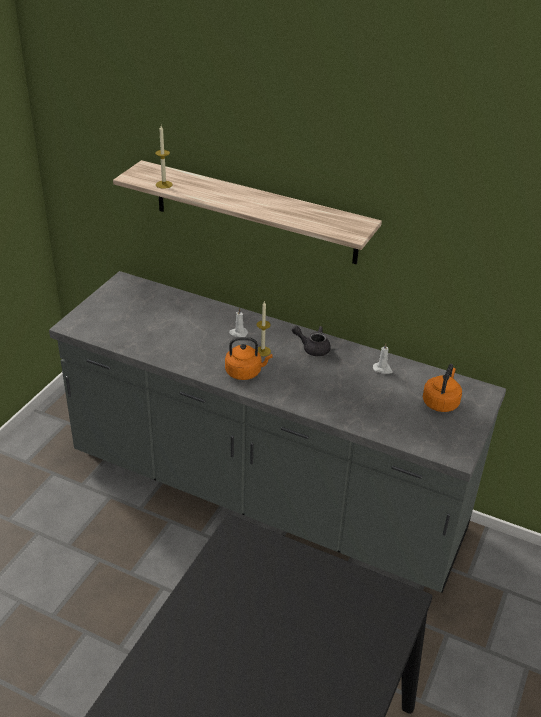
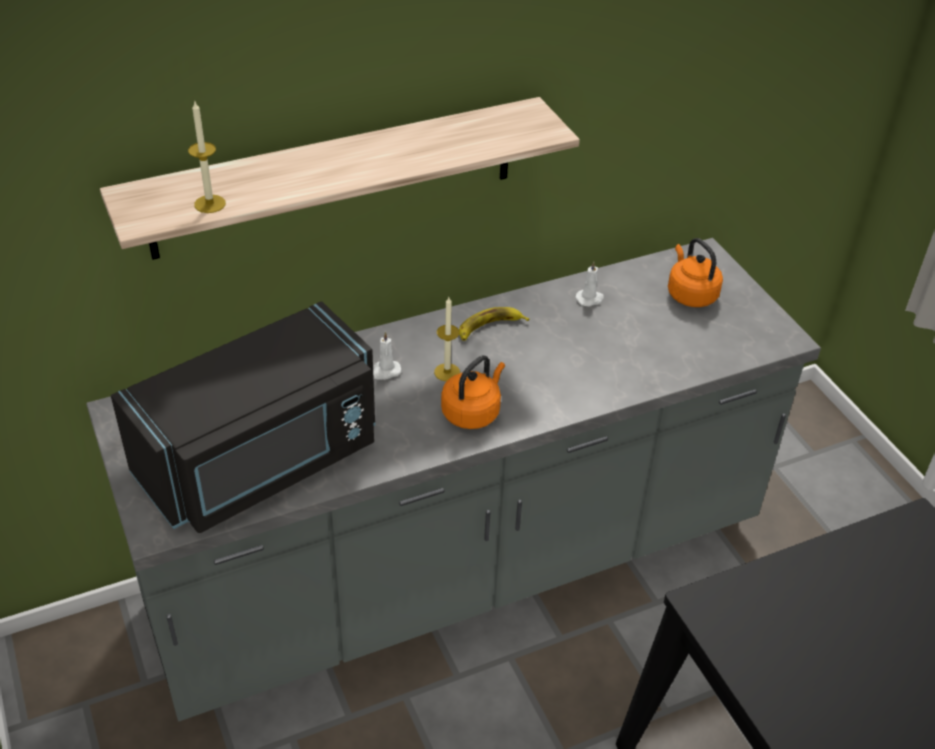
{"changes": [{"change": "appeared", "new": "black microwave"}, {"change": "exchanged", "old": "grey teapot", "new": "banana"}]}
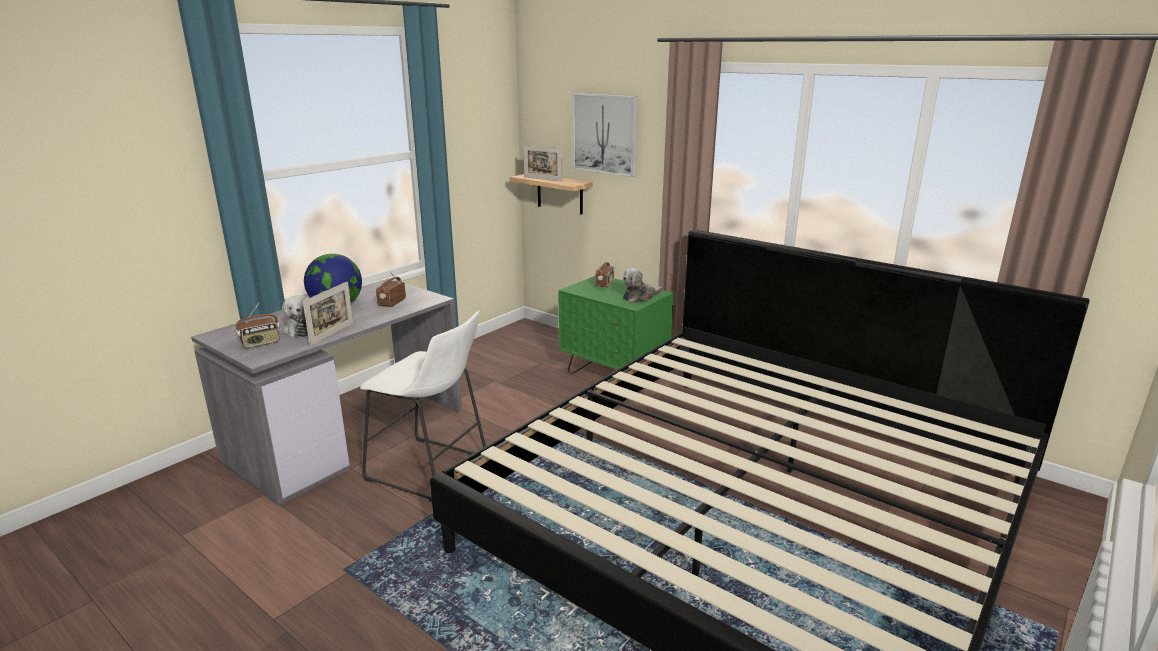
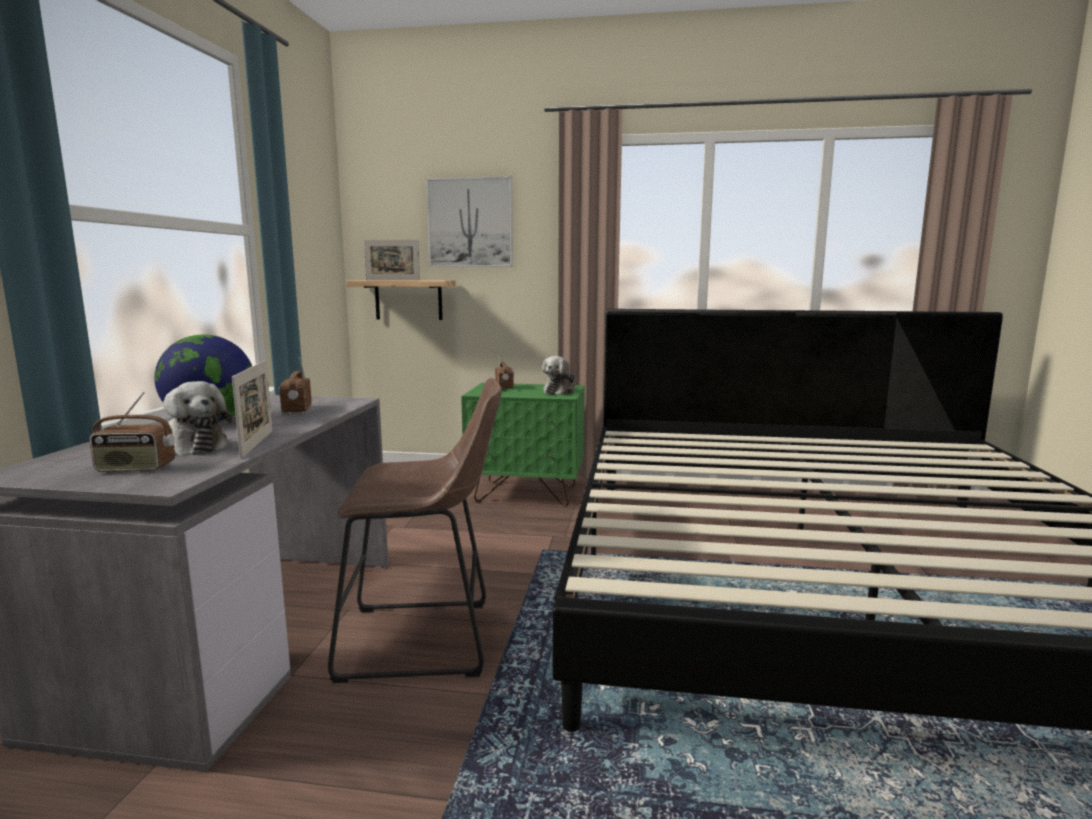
{"changes": [{"change": "spun", "old": "radio (no. 1 from left)", "degrees": 60}, {"change": "colour", "old": "white stool", "new": "brown stool"}]}
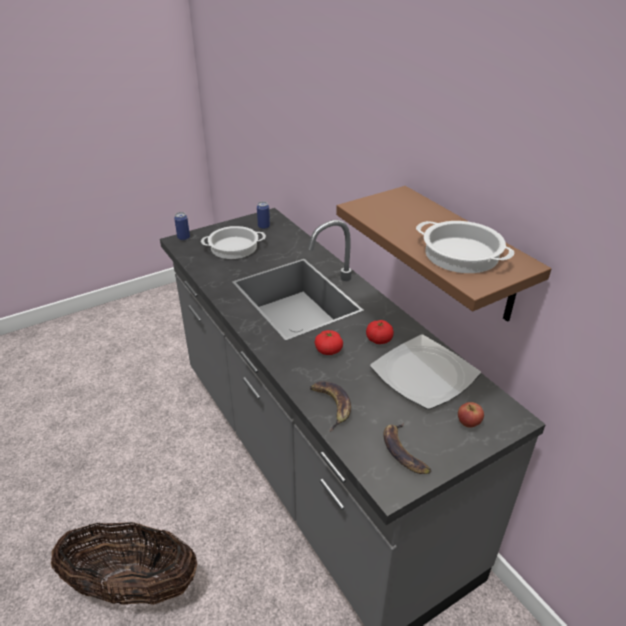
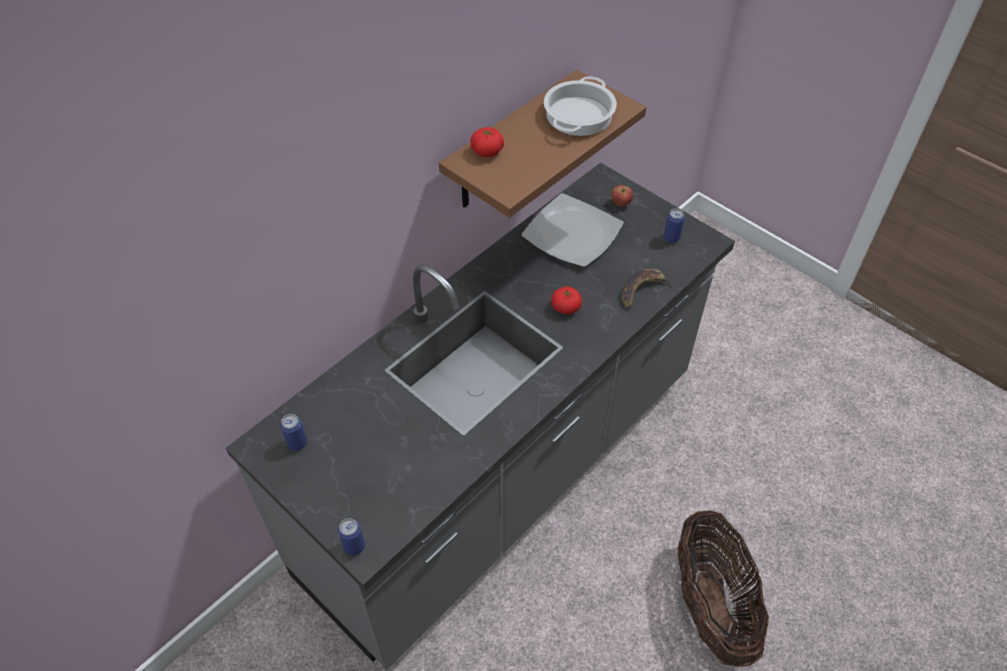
{"changes": [{"change": "relocated", "old": "tomato (no. 2 from left in the first image)", "new": "tomato (no. 1 from left)"}, {"change": "exchanged", "old": "banana (no. 2 from left)", "new": "can (no. 3 from left)"}, {"change": "missing", "old": "cooking pot (no. 1 from left)"}]}
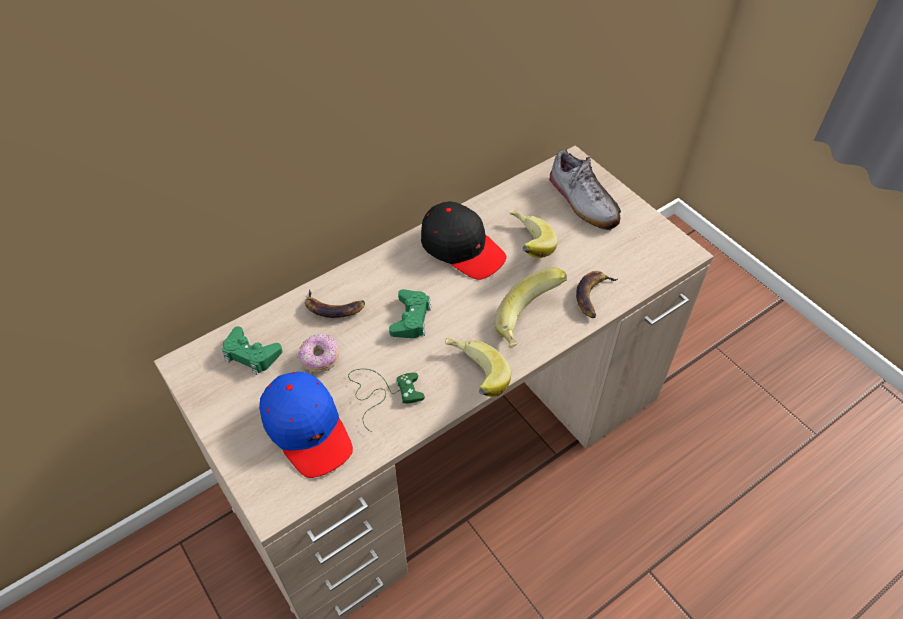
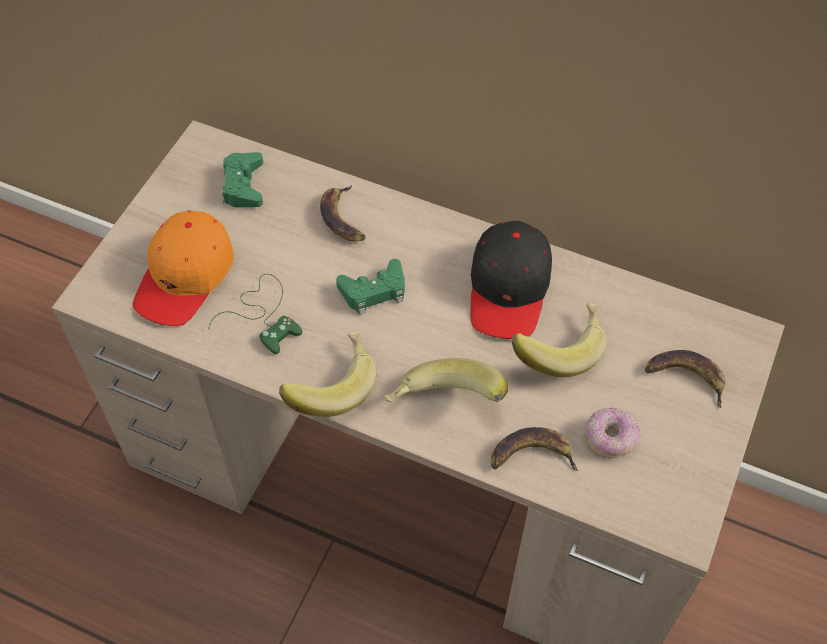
{"changes": [{"change": "colour", "old": "blue cap", "new": "orange cap"}, {"change": "relocated", "old": "donut"}, {"change": "exchanged", "old": "shoe", "new": "banana (no. 6 from left)"}]}
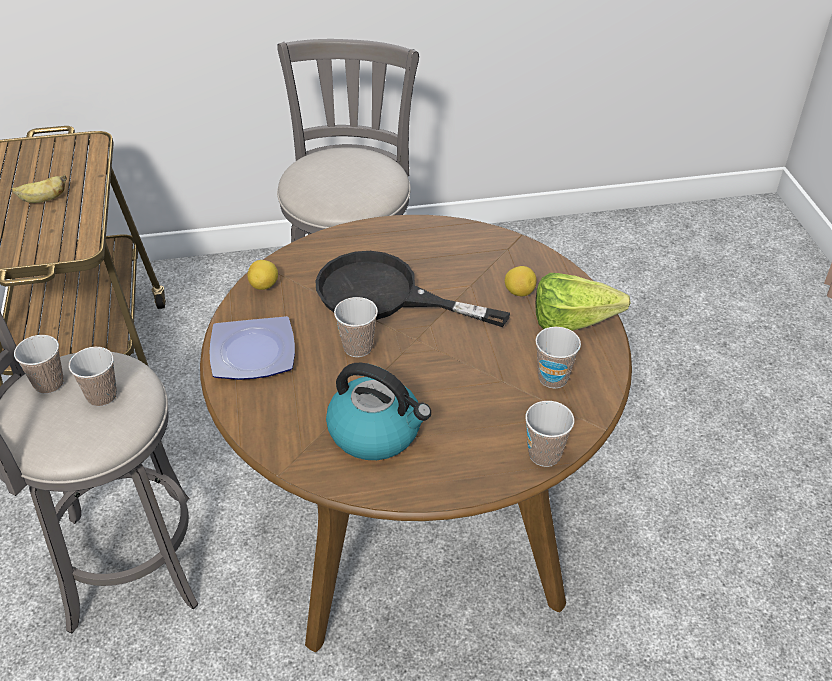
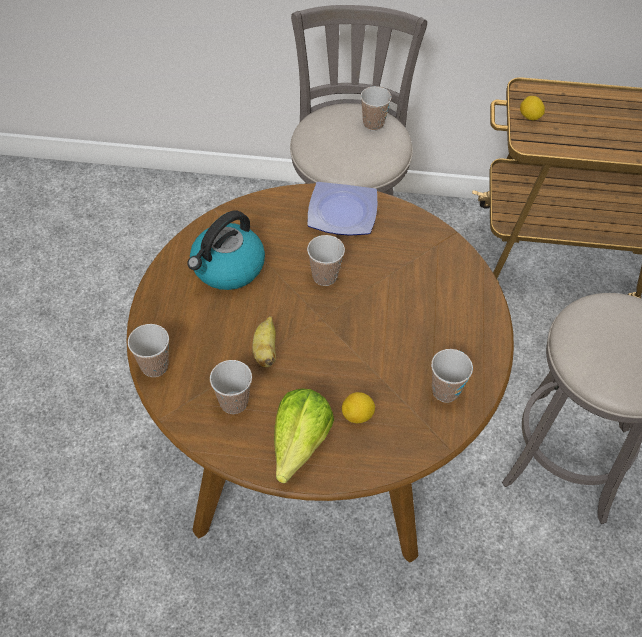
{"changes": [{"change": "relocated", "old": "banana"}, {"change": "relocated", "old": "cup (no. 2 from left in the first image)", "new": "cup (no. 5 from left)"}, {"change": "relocated", "old": "lemon (no. 1 from left in the first image)", "new": "lemon (no. 2 from left)"}, {"change": "missing", "old": "black frying pan"}]}
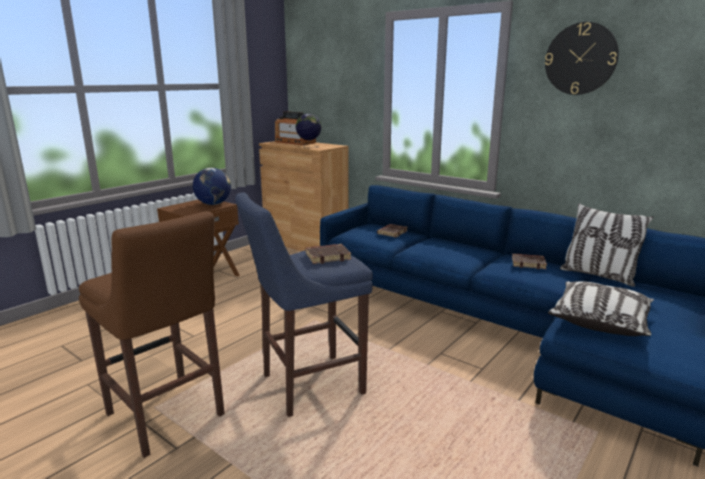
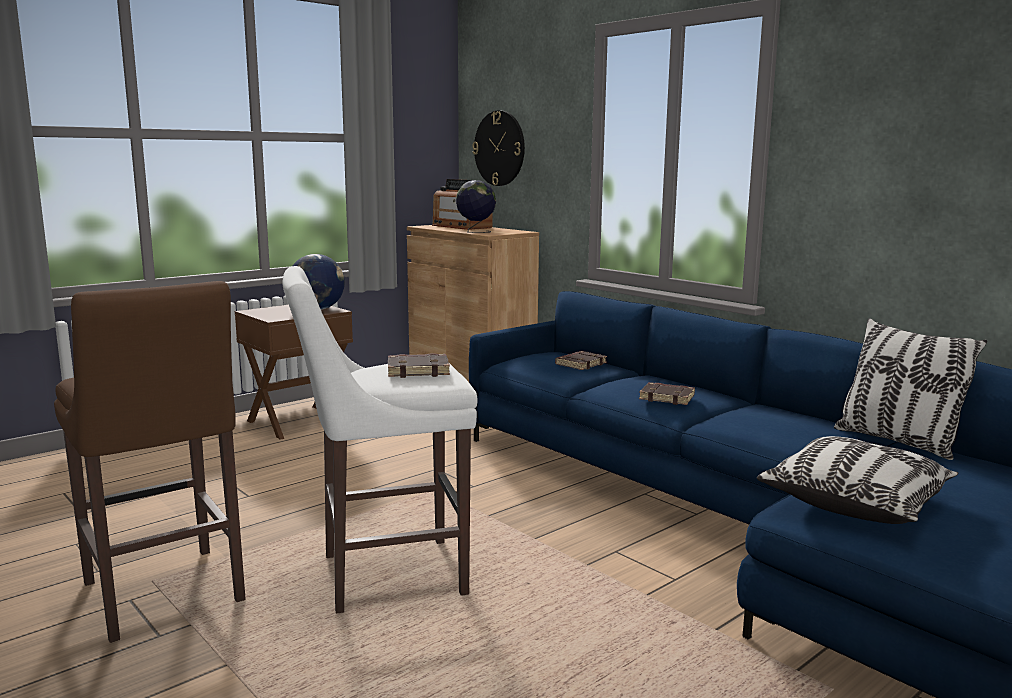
{"changes": [{"change": "colour", "old": "blue stool", "new": "white stool"}, {"change": "relocated", "old": "wall clock"}, {"change": "relocated", "old": "brown book (no. 3 from left)"}]}
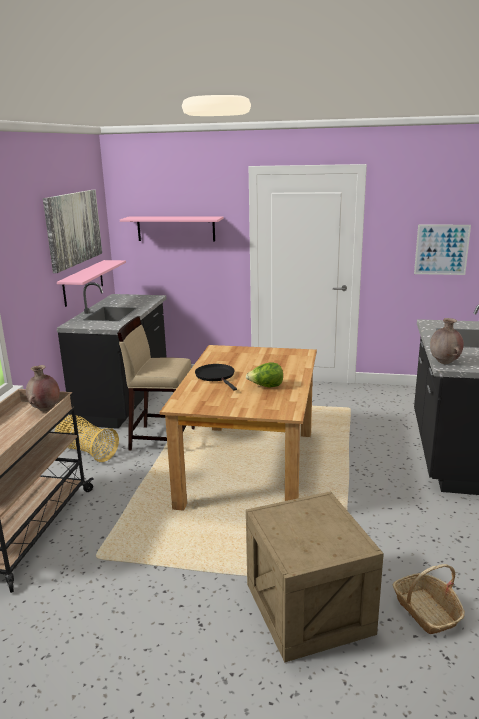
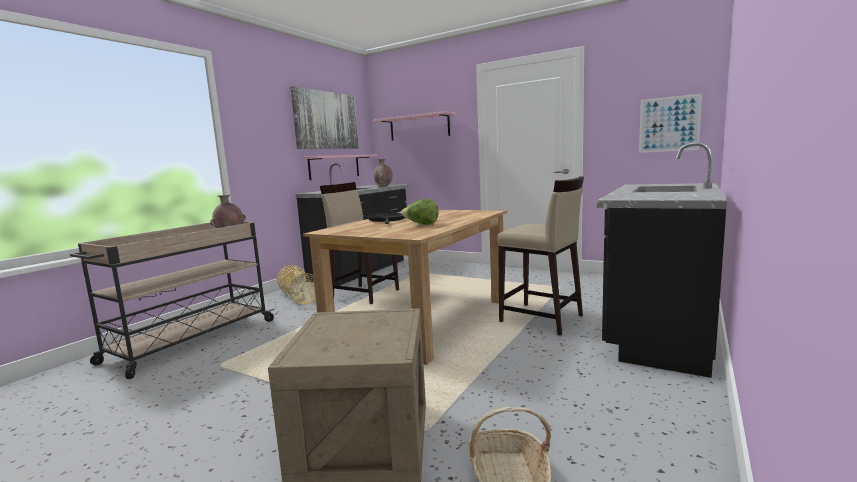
{"changes": [{"change": "relocated", "old": "brown vase (no. 2 from left)"}, {"change": "appeared", "new": "beige stool (no. 2 from left)"}]}
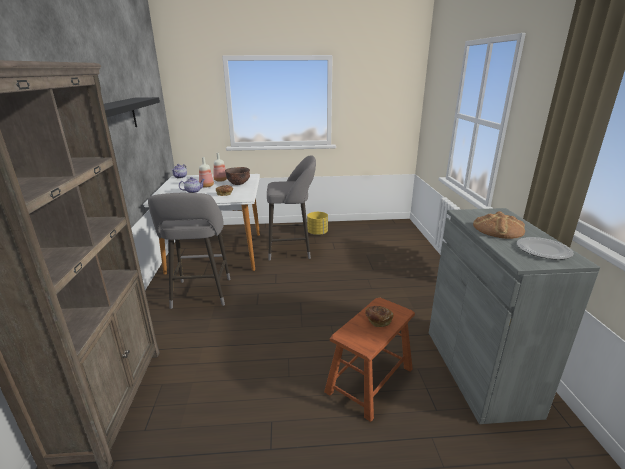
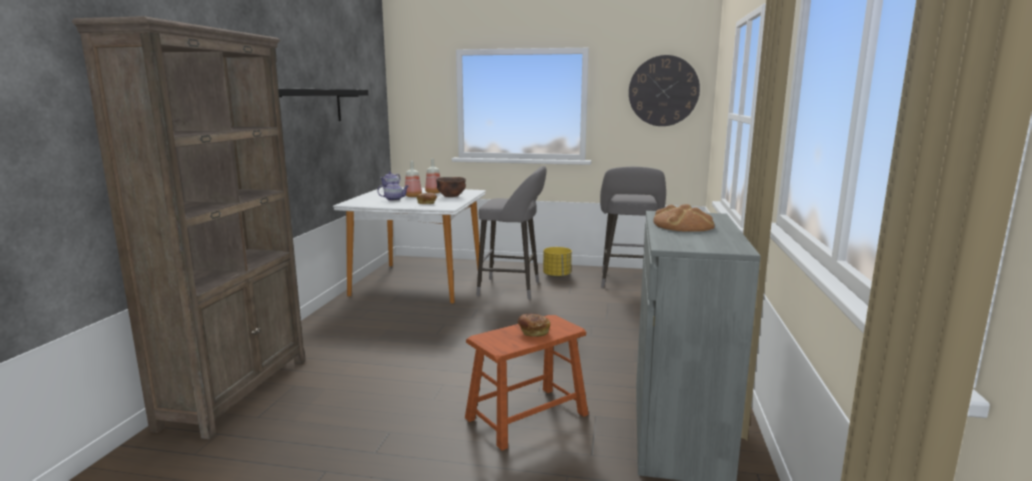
{"changes": [{"change": "relocated", "old": "grey stool (no. 1 from left in the first image)", "new": "grey stool (no. 2 from left)"}, {"change": "appeared", "new": "wall clock"}, {"change": "missing", "old": "plate"}]}
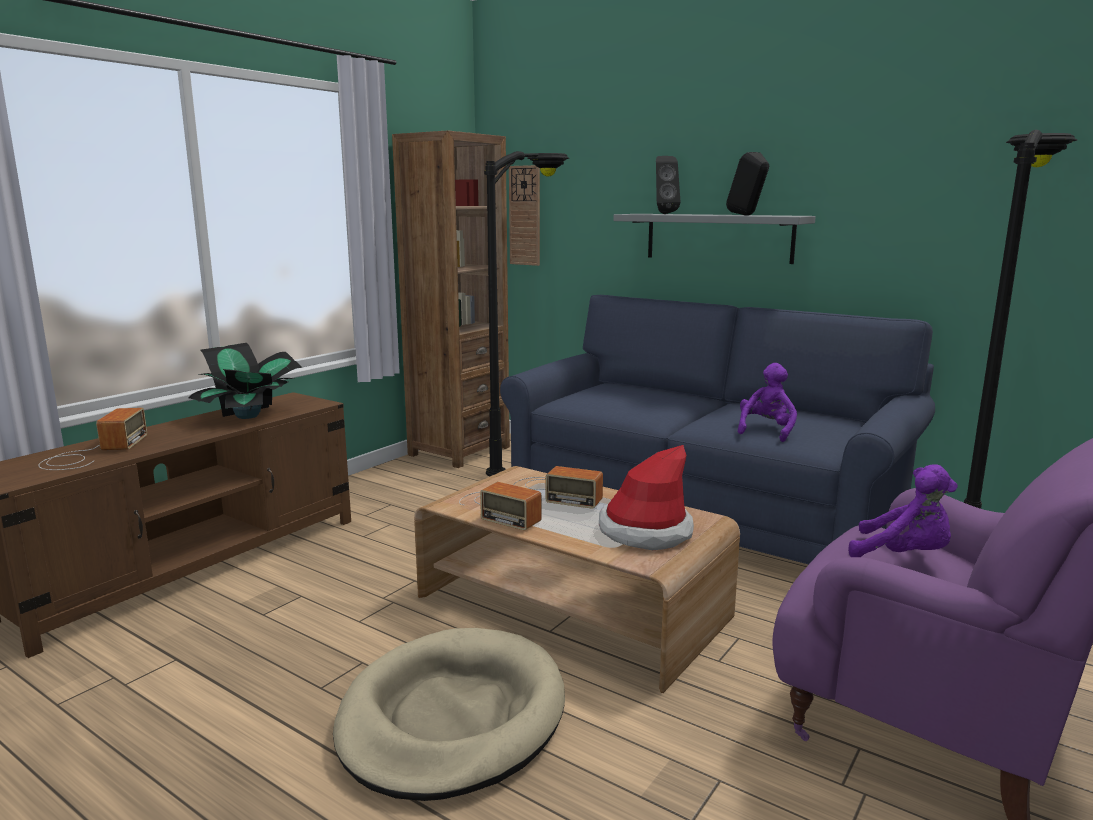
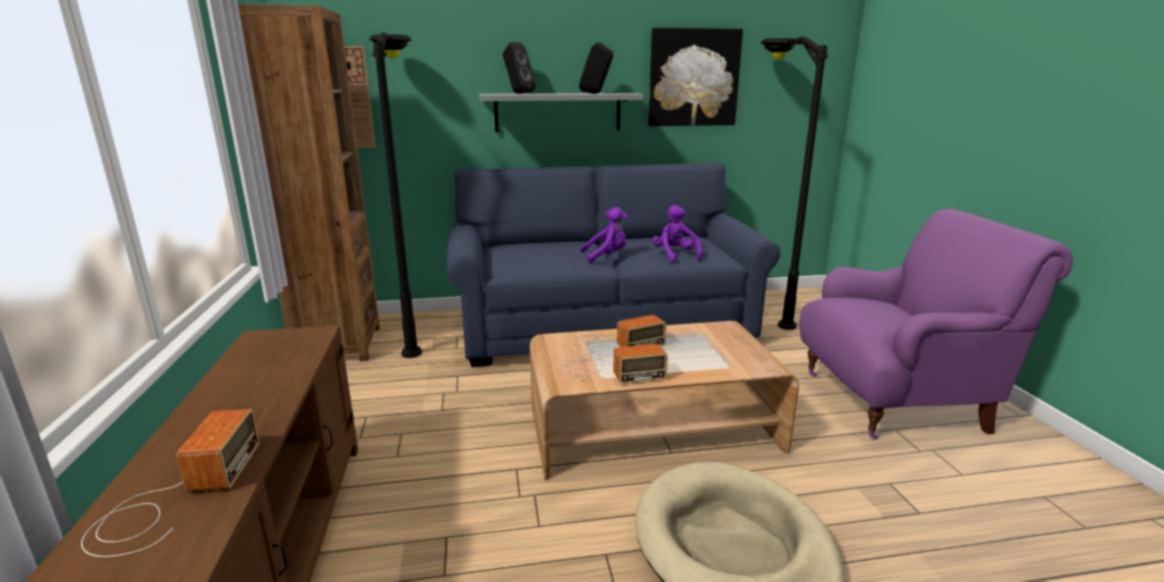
{"changes": [{"change": "spun", "old": "radio (no. 1 from left)", "degrees": 45}, {"change": "relocated", "old": "purple plush toy (no. 2 from left in the first image)", "new": "purple plush toy (no. 1 from left)"}, {"change": "appeared", "new": "picture"}, {"change": "missing", "old": "potted plant"}, {"change": "missing", "old": "hat"}]}
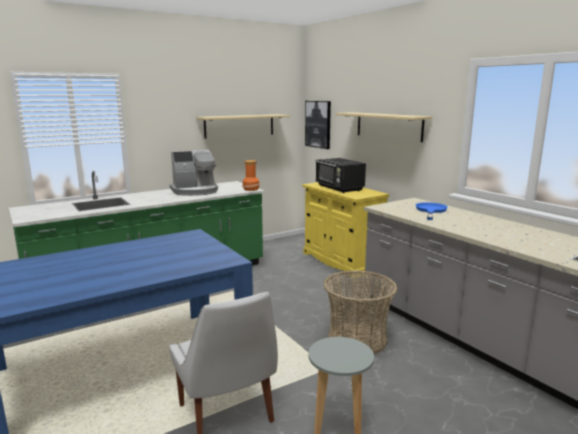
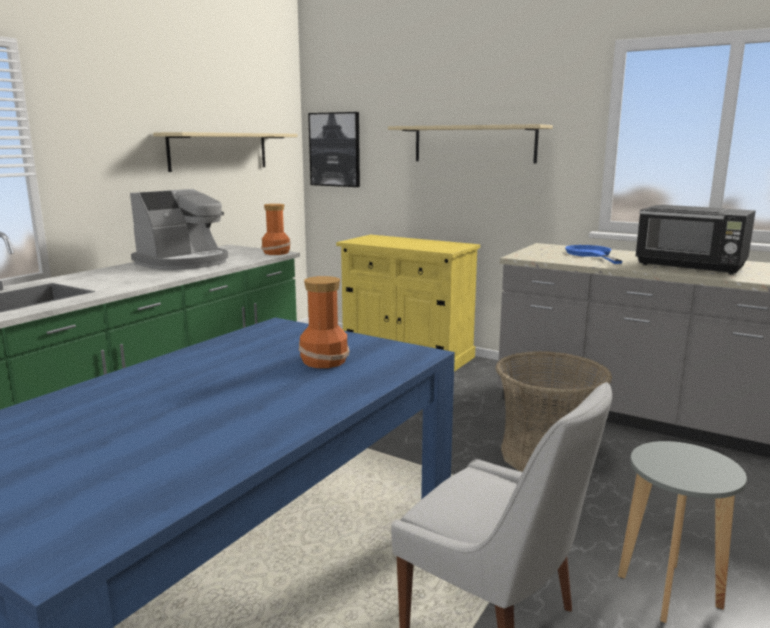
{"changes": [{"change": "appeared", "new": "vase (no. 2 from left)"}, {"change": "relocated", "old": "black microwave"}]}
